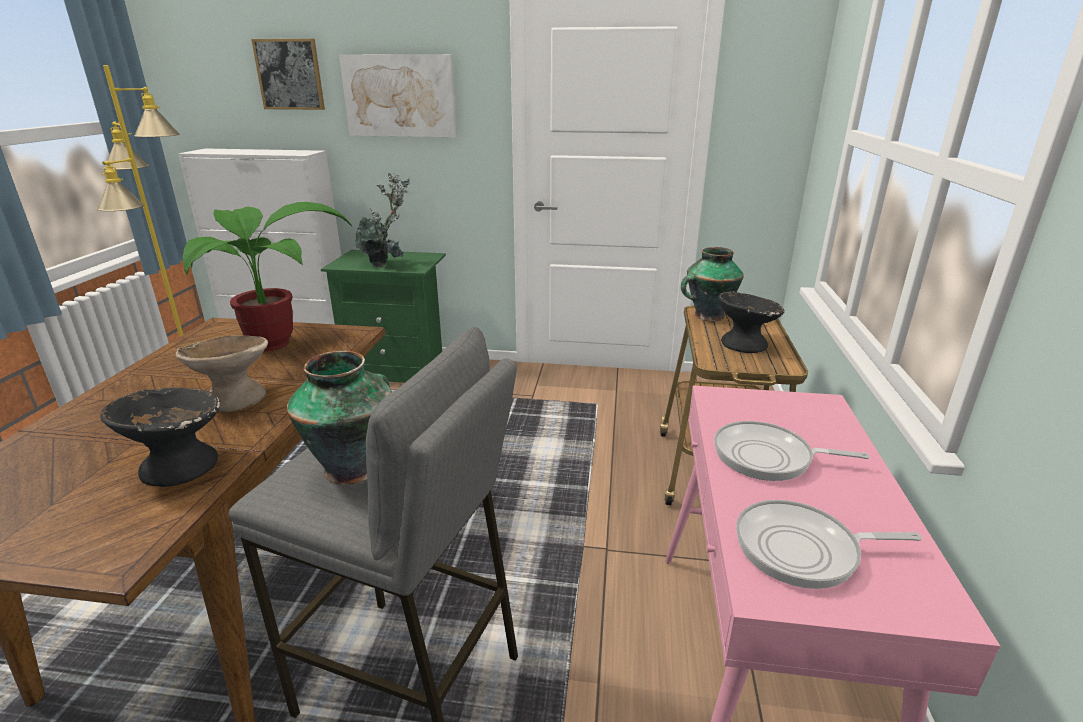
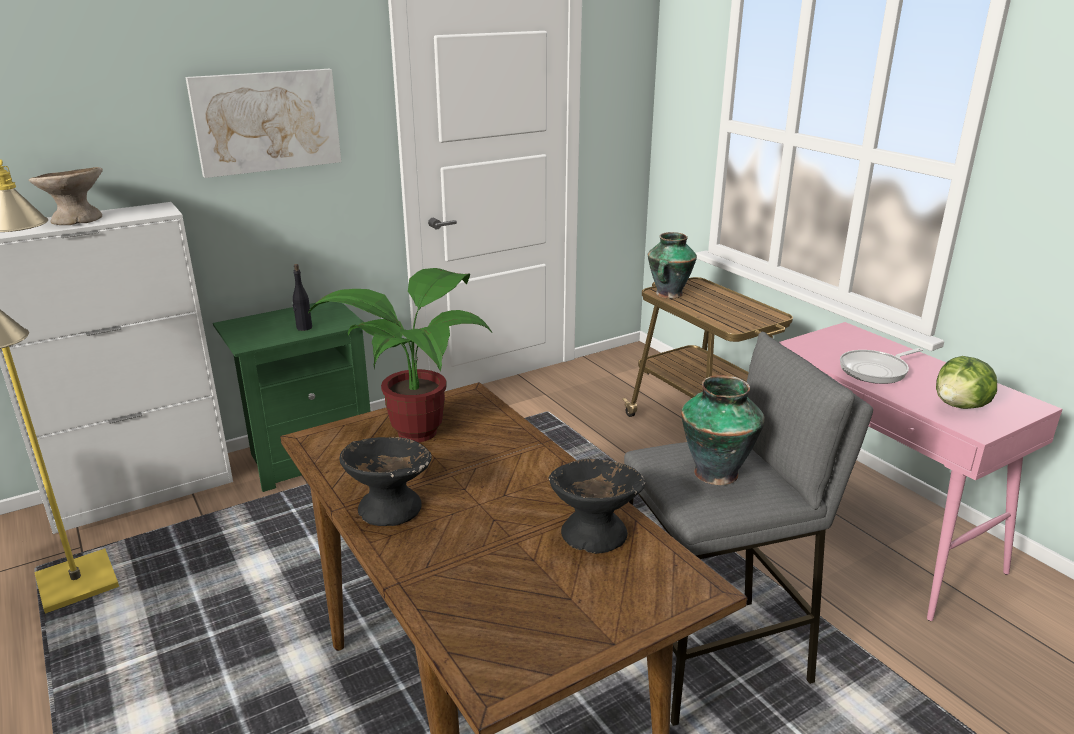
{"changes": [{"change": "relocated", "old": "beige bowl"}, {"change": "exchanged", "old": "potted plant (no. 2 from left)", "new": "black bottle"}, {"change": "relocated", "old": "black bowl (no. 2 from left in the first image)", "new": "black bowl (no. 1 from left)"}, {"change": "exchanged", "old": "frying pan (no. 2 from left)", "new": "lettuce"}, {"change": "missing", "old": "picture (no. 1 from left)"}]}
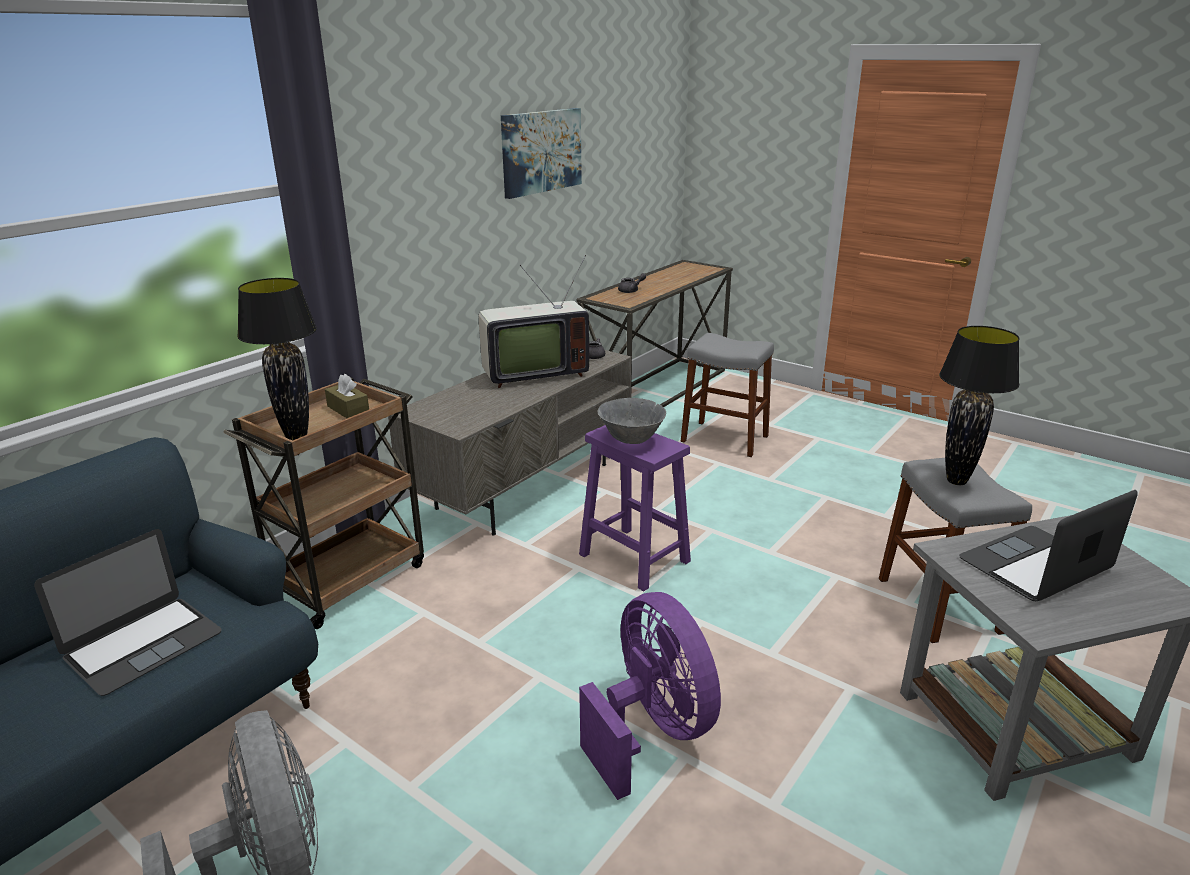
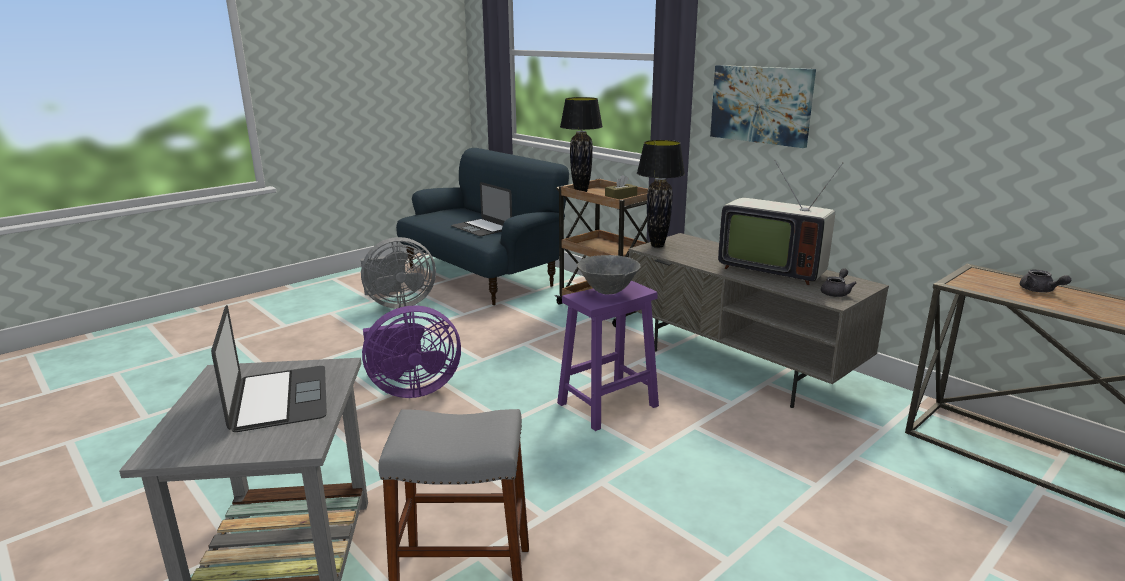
{"changes": [{"change": "relocated", "old": "black table lamp (no. 2 from left)"}, {"change": "relocated", "old": "picture"}, {"change": "spun", "old": "television", "degrees": -45}, {"change": "missing", "old": "grey stool (no. 1 from left)"}]}
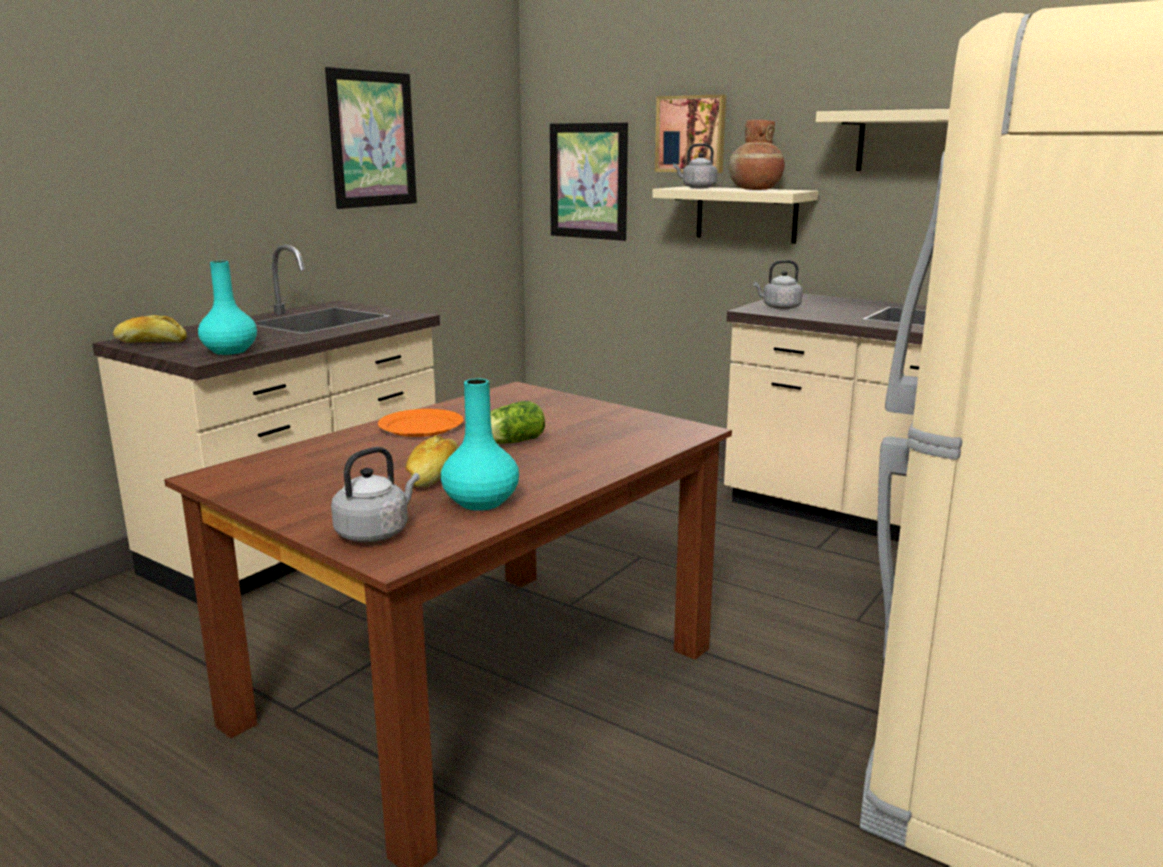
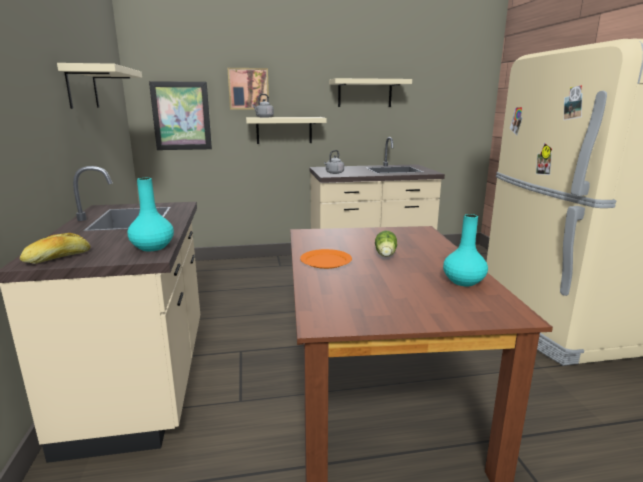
{"changes": [{"change": "exchanged", "old": "picture (no. 1 from left)", "new": "beige shelf (no. 1 from left)"}, {"change": "missing", "old": "grey kettle (no. 1 from left)"}, {"change": "missing", "old": "bread (no. 2 from left)"}, {"change": "missing", "old": "brown vase"}]}
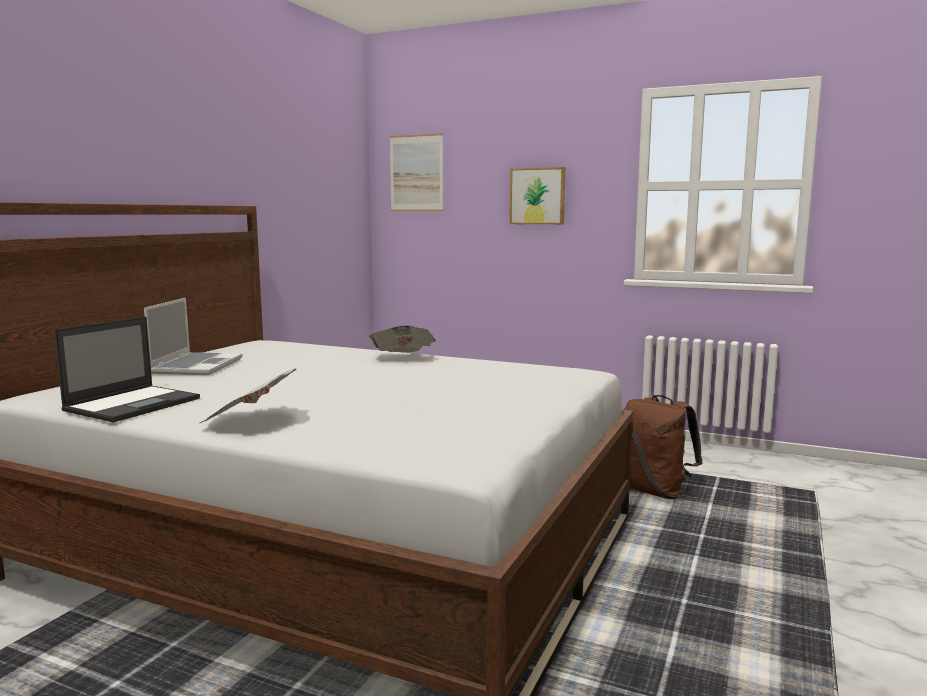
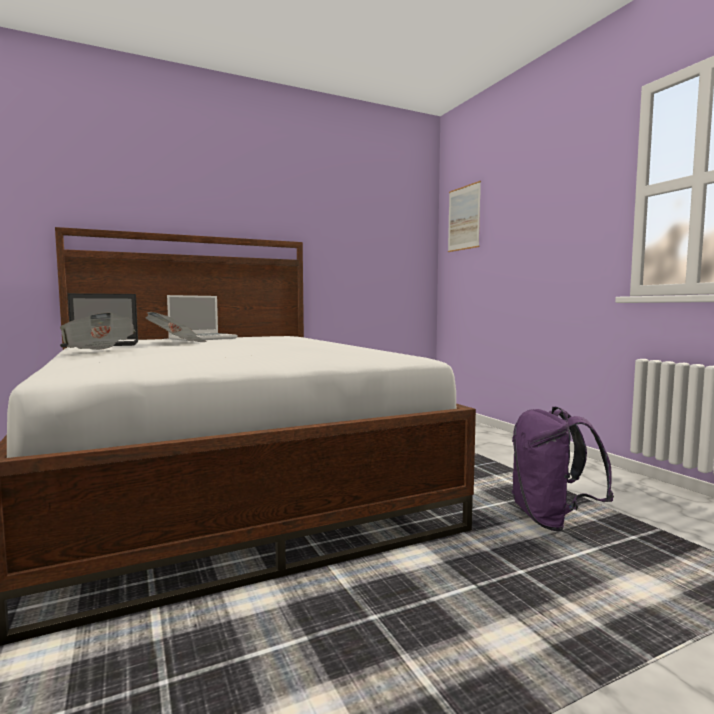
{"changes": [{"change": "relocated", "old": "newspaper (no. 2 from left)"}, {"change": "colour", "old": "brown backpack", "new": "purple backpack"}, {"change": "missing", "old": "picture (no. 2 from left)"}]}
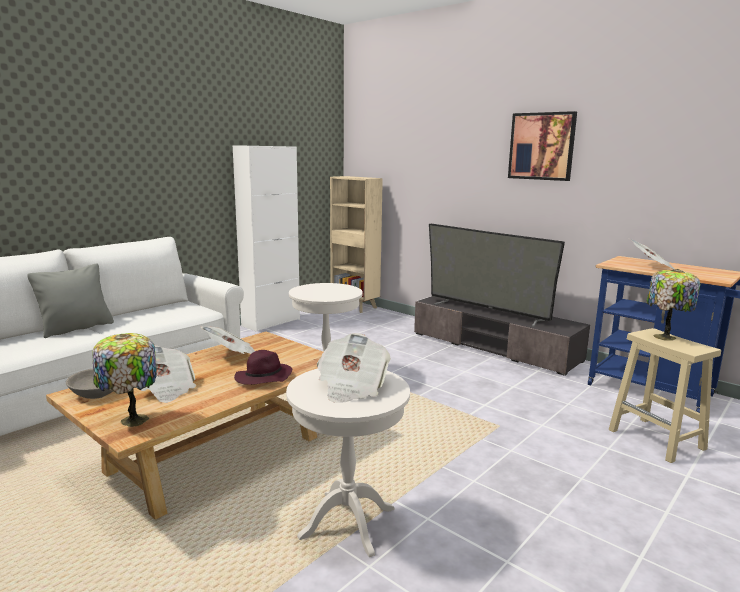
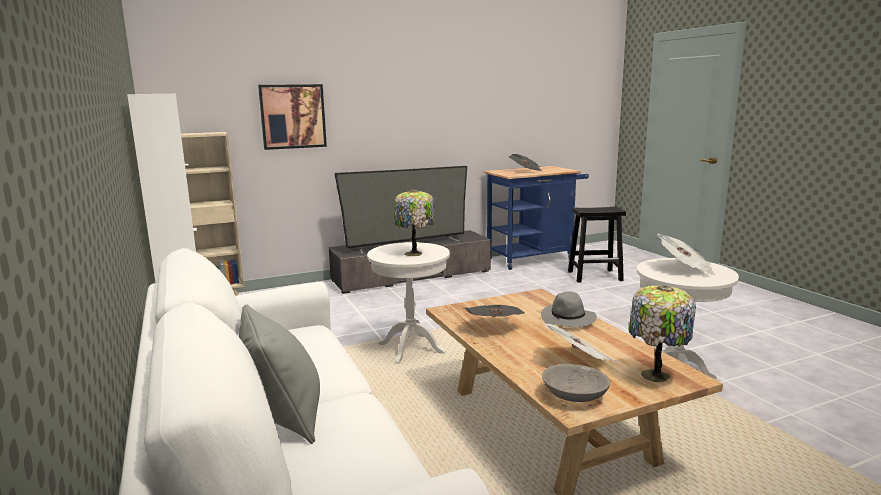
{"changes": [{"change": "relocated", "old": "picture"}, {"change": "relocated", "old": "table lamp (no. 2 from left in the first image)", "new": "table lamp (no. 1 from left)"}, {"change": "colour", "old": "purple hat", "new": "grey hat"}, {"change": "colour", "old": "beige stool", "new": "black stool"}]}
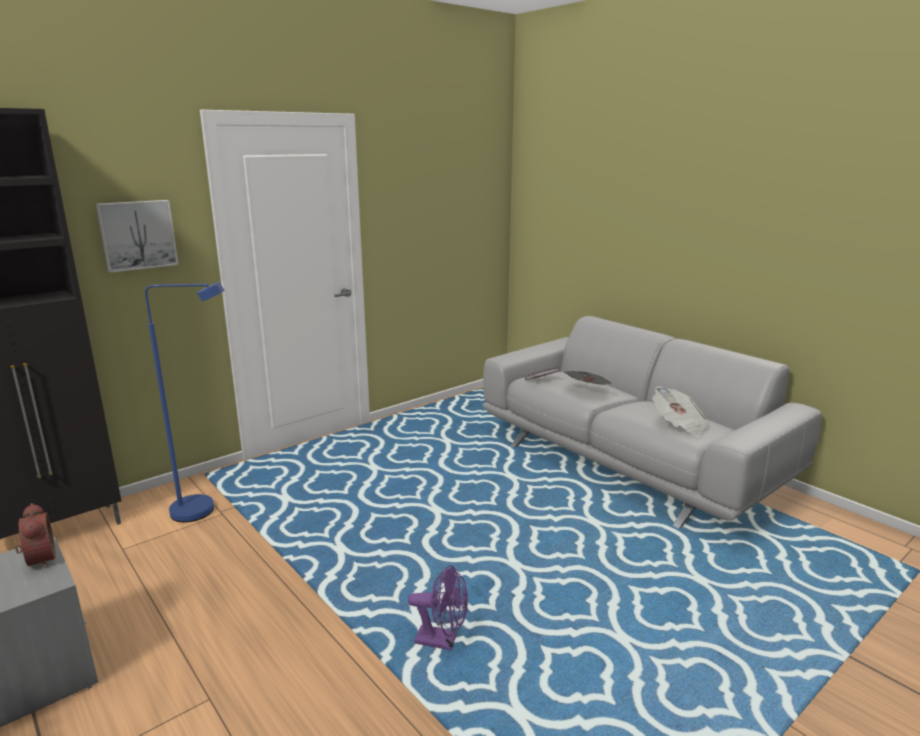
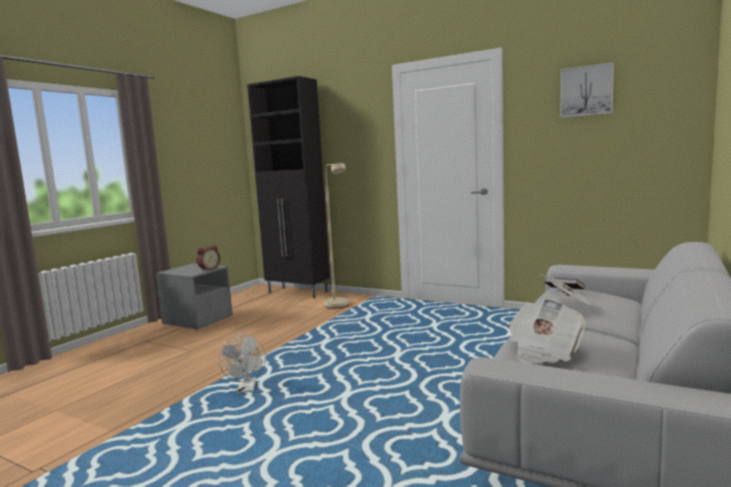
{"changes": [{"change": "colour", "old": "purple fan", "new": "white fan"}, {"change": "colour", "old": "blue floor lamp", "new": "beige floor lamp"}, {"change": "relocated", "old": "picture"}]}
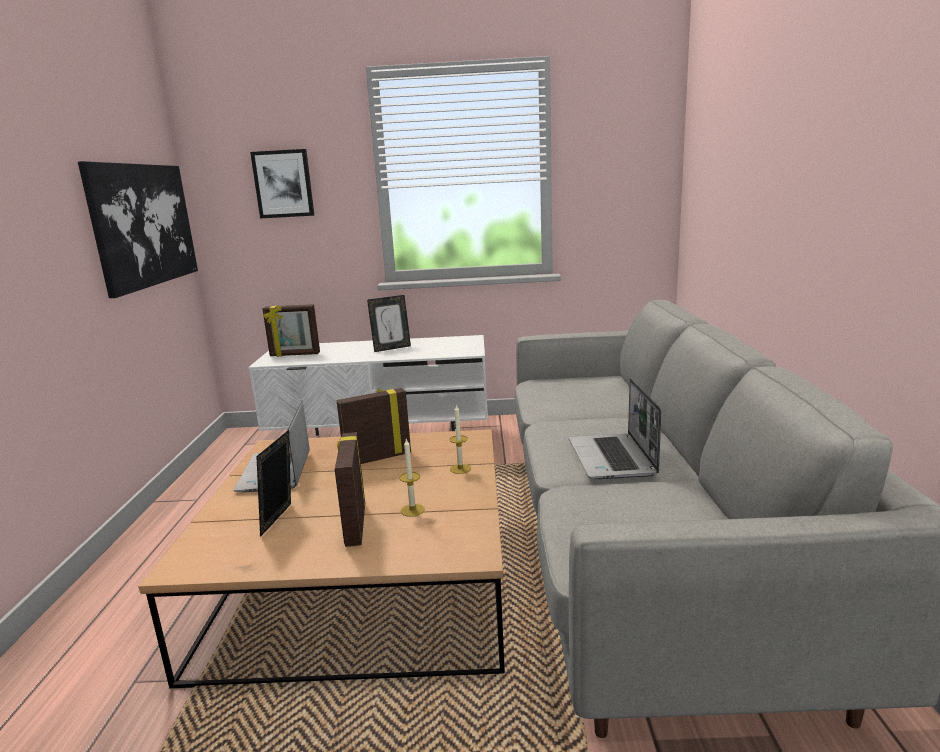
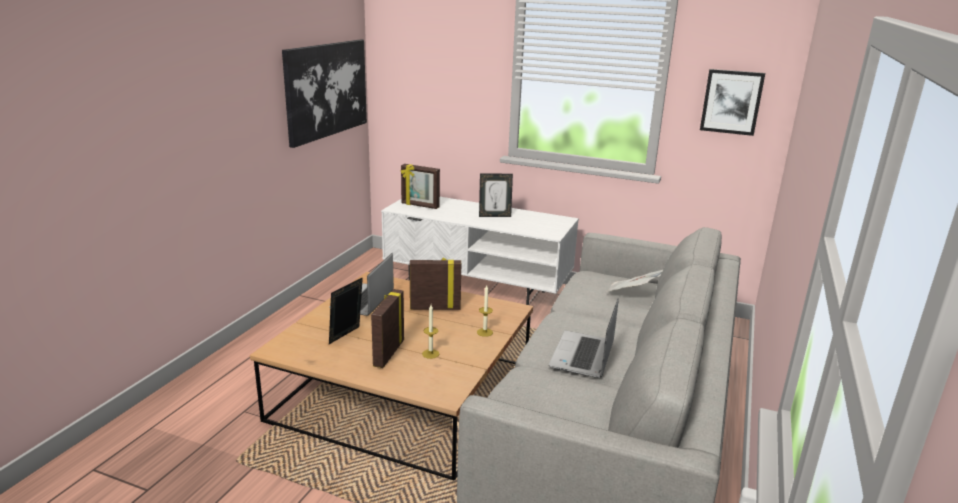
{"changes": [{"change": "appeared", "new": "newspaper"}, {"change": "relocated", "old": "picture (no. 2 from left)"}]}
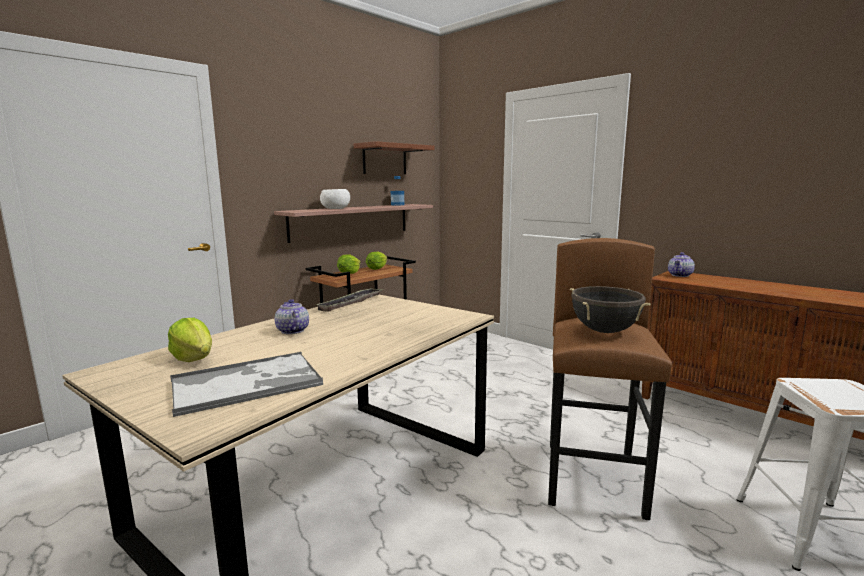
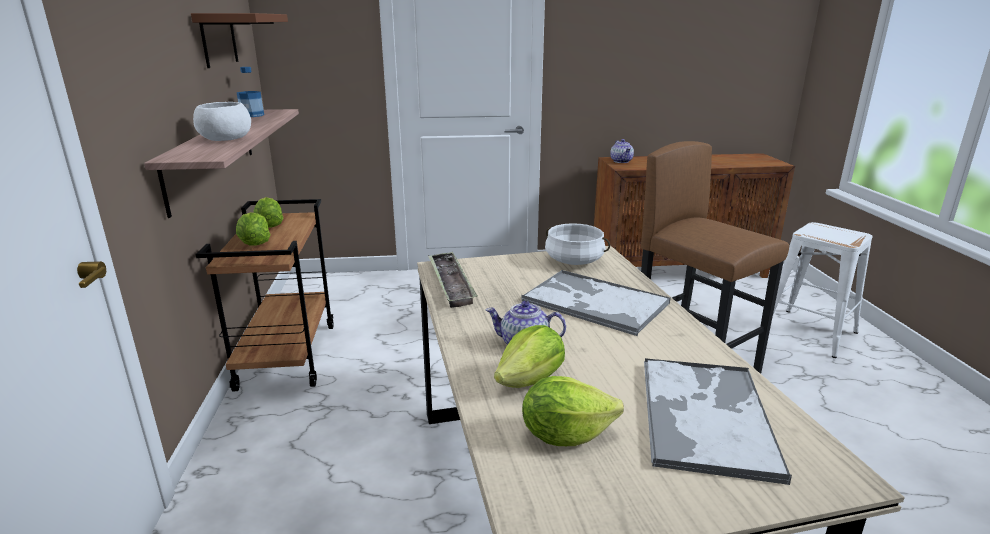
{"changes": [{"change": "appeared", "new": "lettuce (no. 3 from left)"}, {"change": "appeared", "new": "tray (no. 2 from left)"}, {"change": "appeared", "new": "white cooking pot"}, {"change": "missing", "old": "black cooking pot"}]}
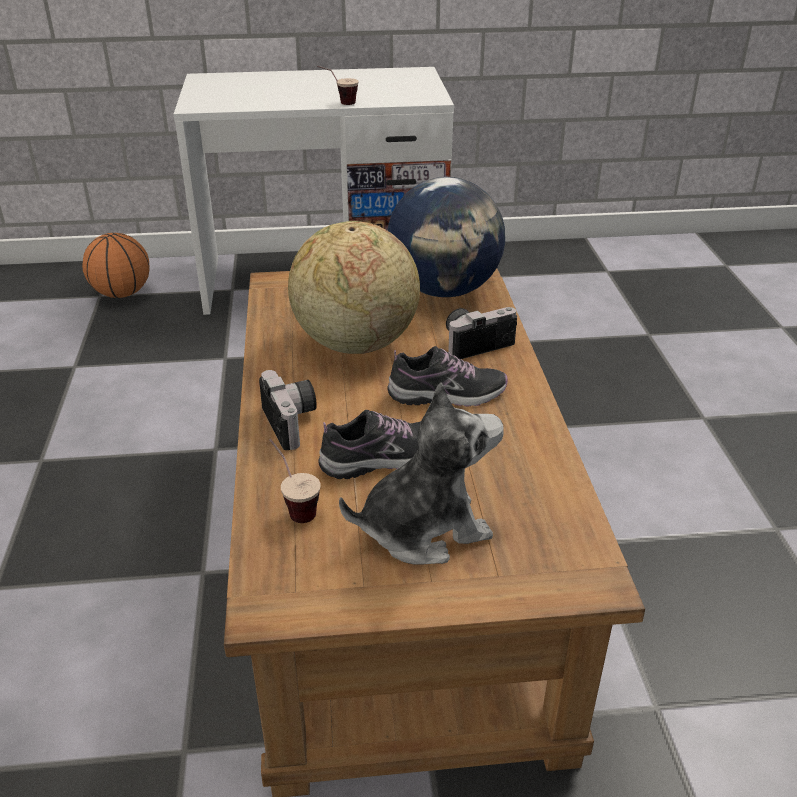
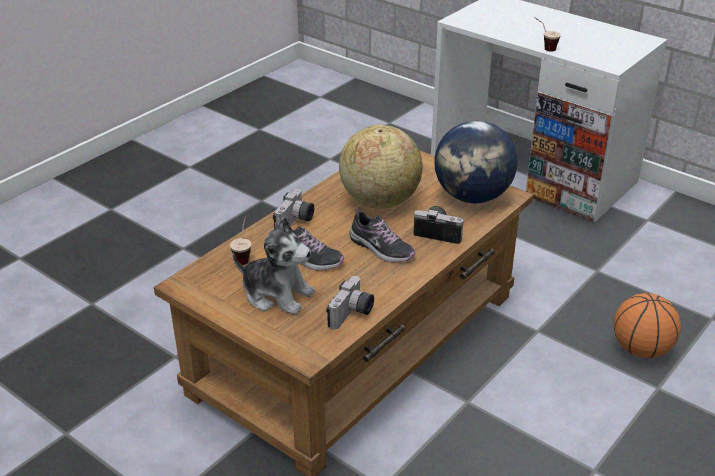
{"changes": [{"change": "appeared", "new": "photo camera (no. 2 from left)"}, {"change": "relocated", "old": "basketball"}]}
